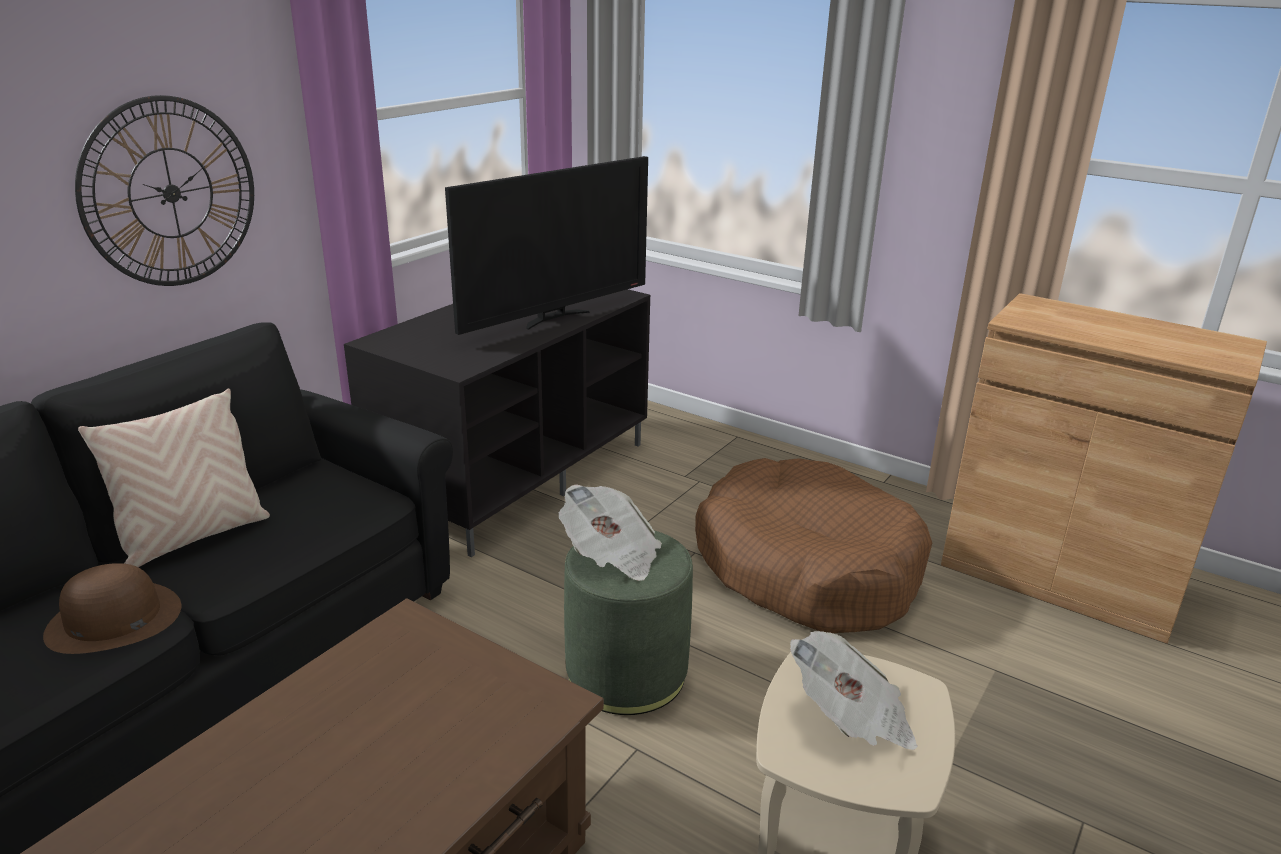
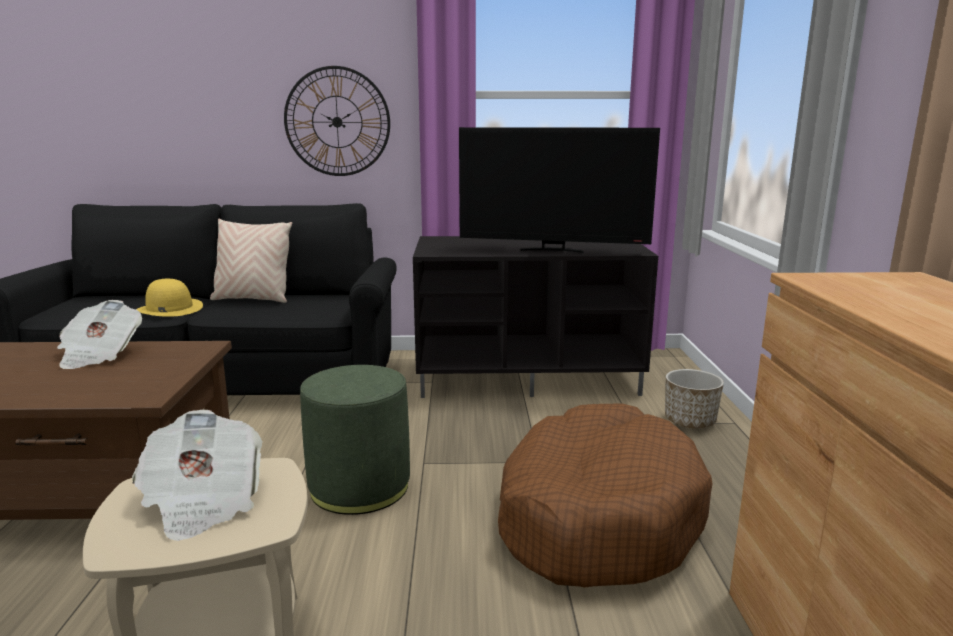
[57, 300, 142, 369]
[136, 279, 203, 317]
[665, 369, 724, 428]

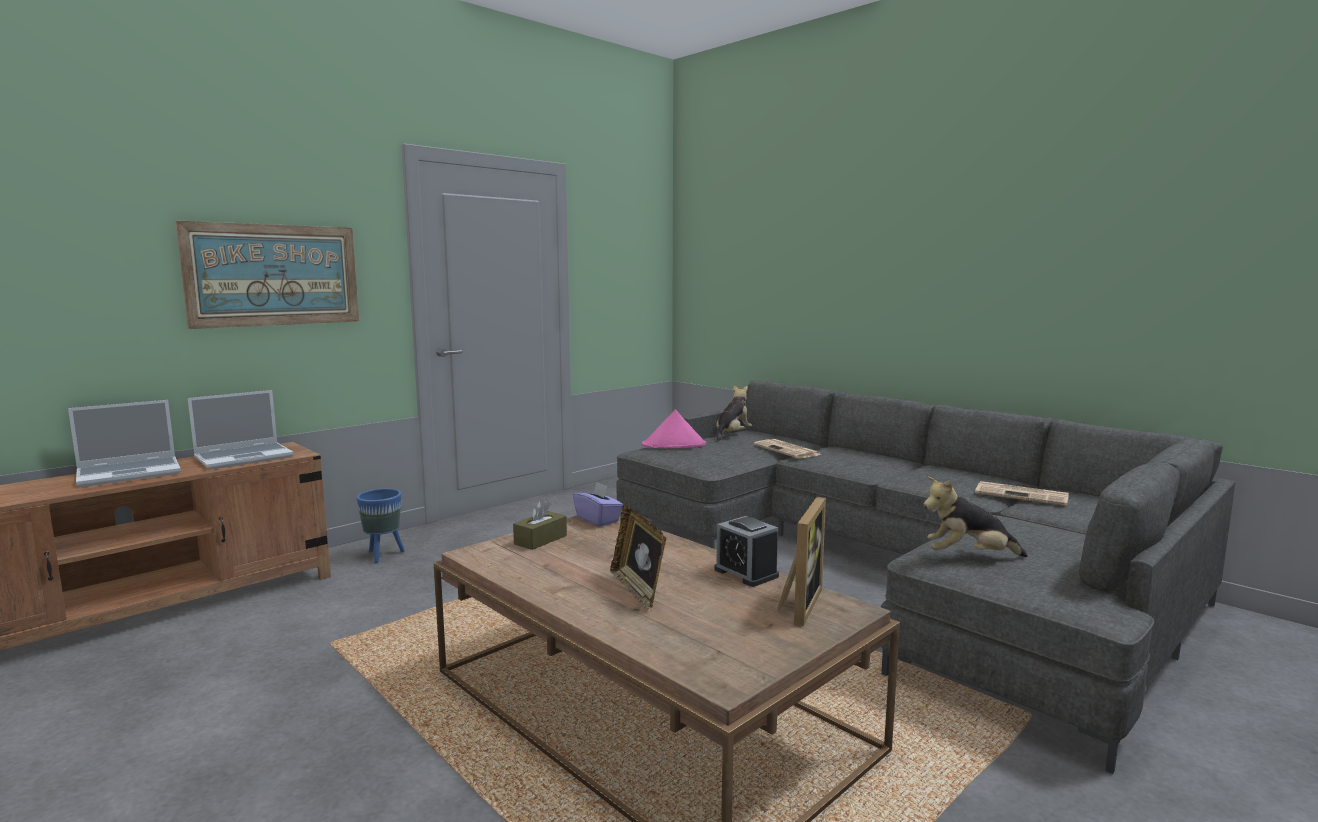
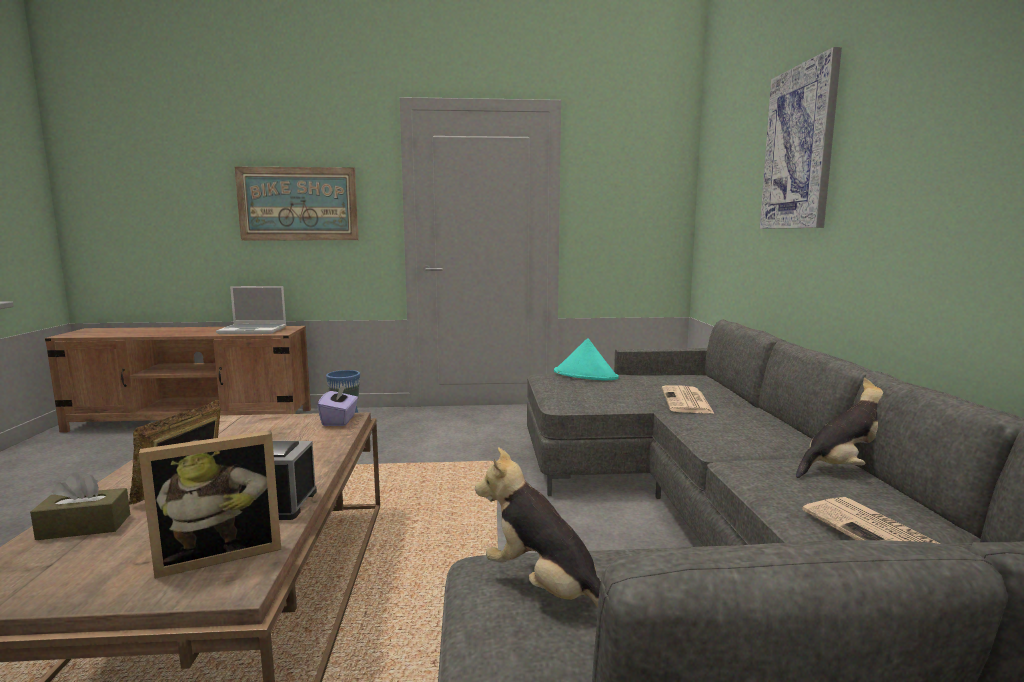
[30, 472, 130, 540]
[554, 338, 619, 381]
[760, 47, 842, 229]
[796, 377, 883, 478]
[68, 400, 181, 487] (first image)

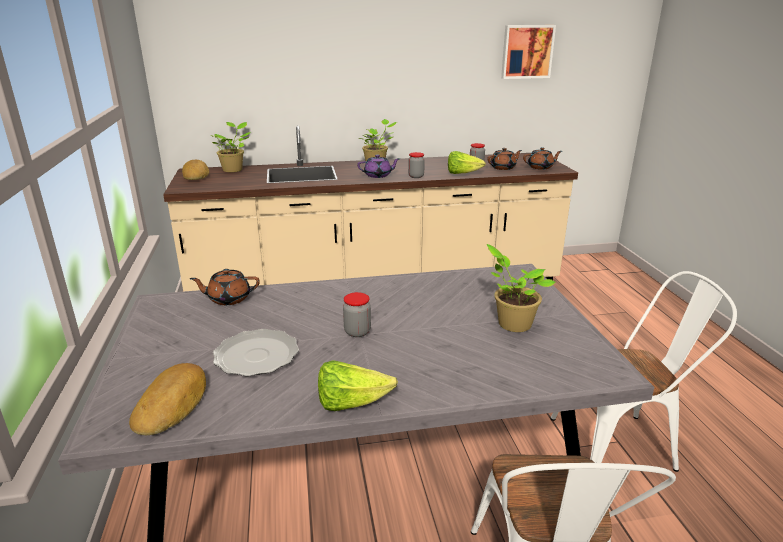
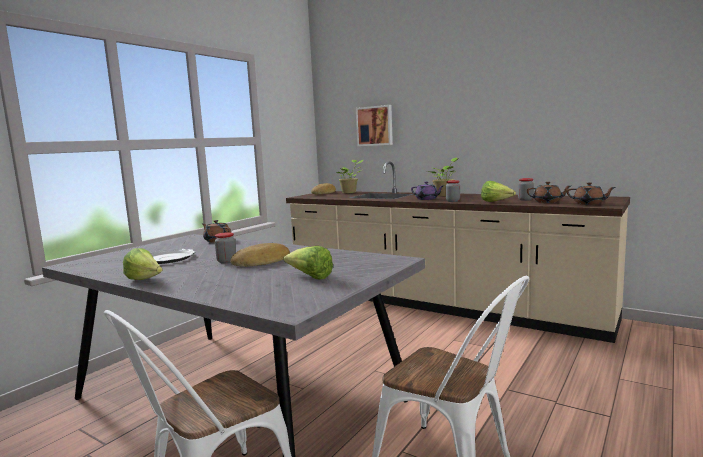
[230, 243, 290, 267]
[283, 246, 333, 279]
[356, 105, 393, 146]

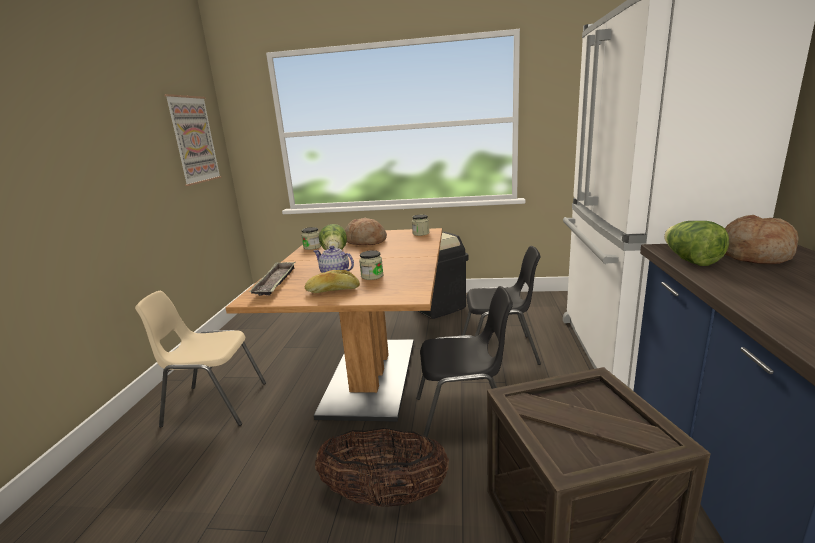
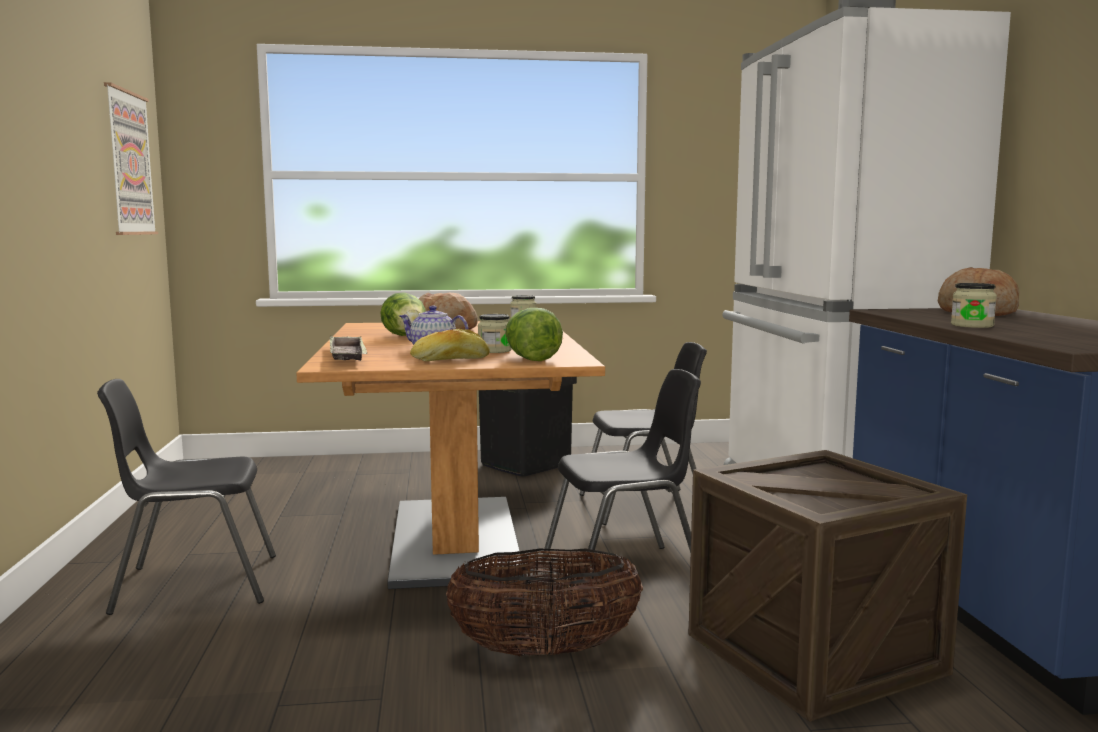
[97, 379, 276, 615]
[506, 308, 563, 361]
[951, 283, 997, 328]

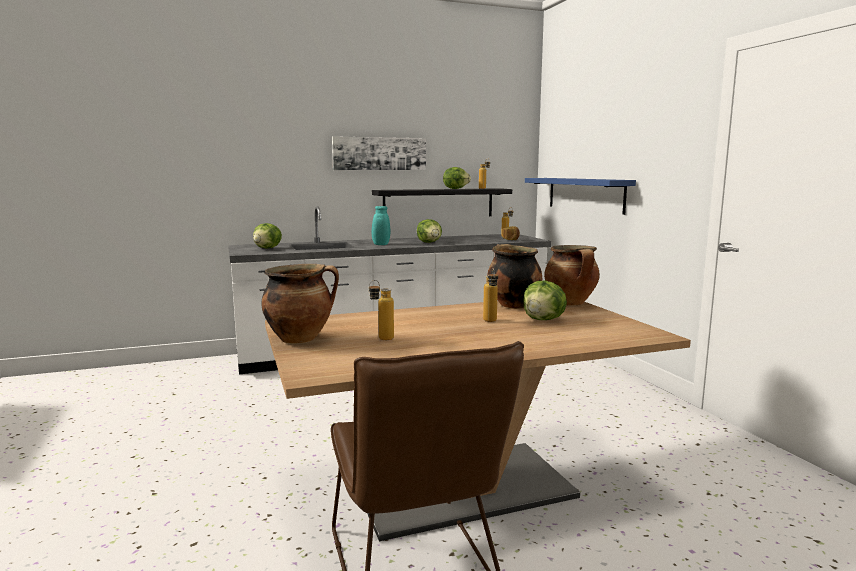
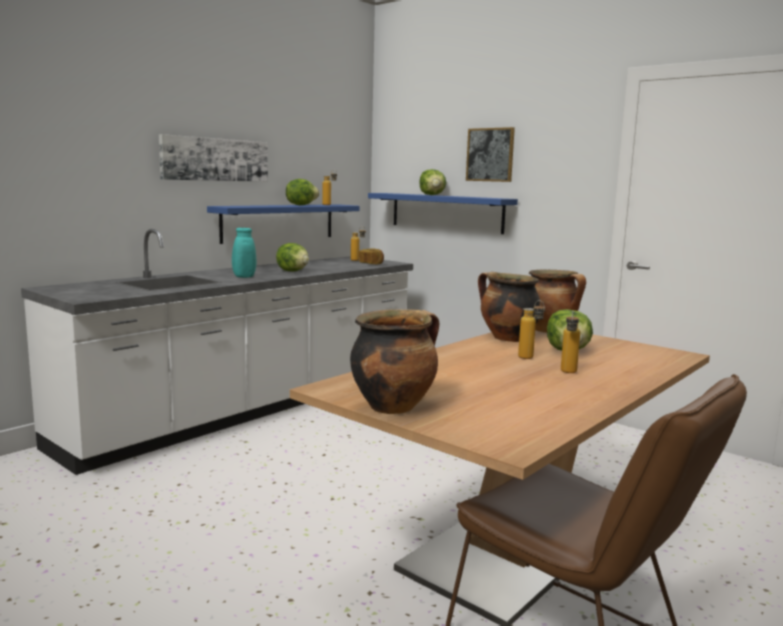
[207, 204, 359, 244]
[419, 169, 446, 195]
[466, 127, 515, 182]
[561, 310, 580, 373]

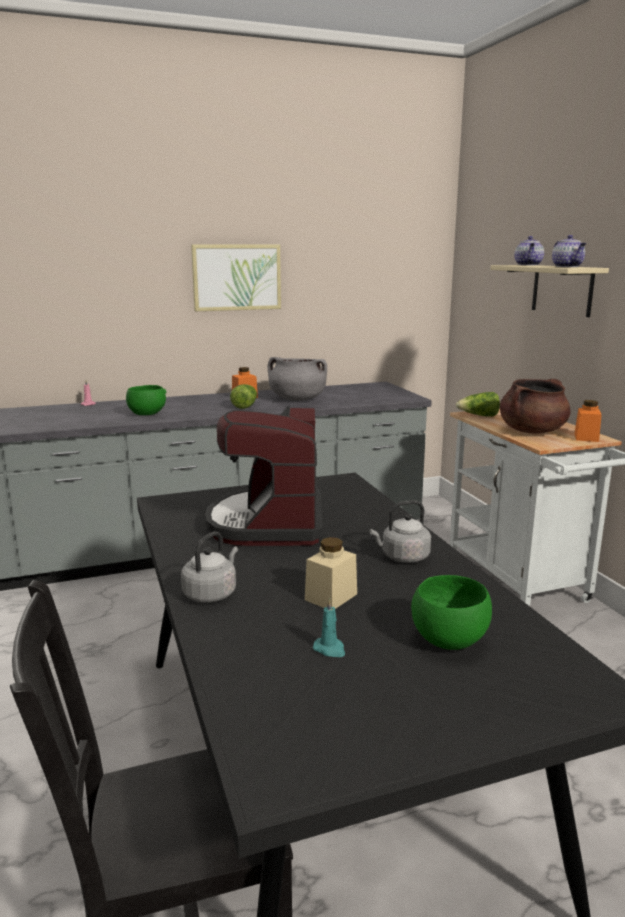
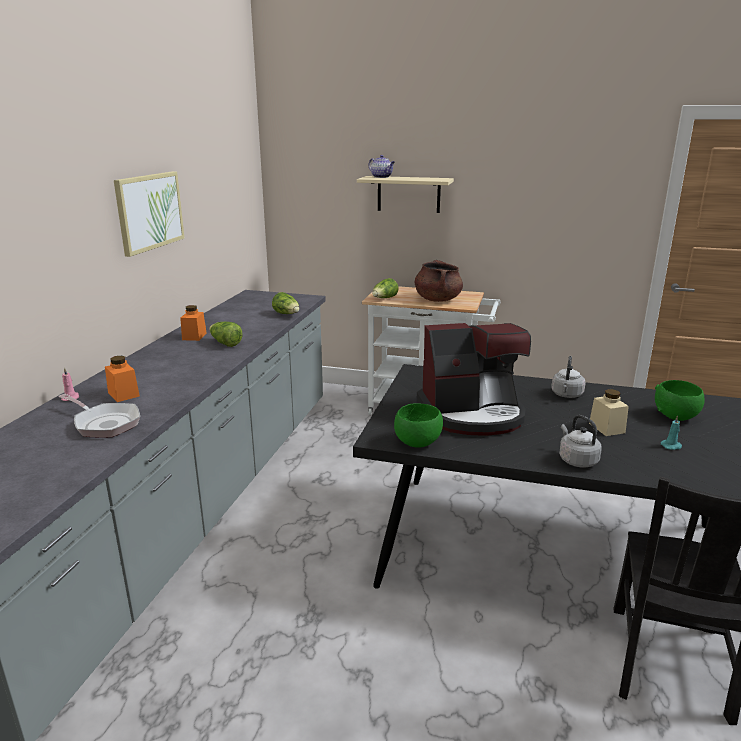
[59, 394, 140, 437]
[105, 356, 140, 402]
[272, 292, 299, 314]
[394, 403, 443, 448]
[417, 323, 531, 436]
[268, 357, 327, 401] (first image)
[552, 235, 586, 267] (first image)

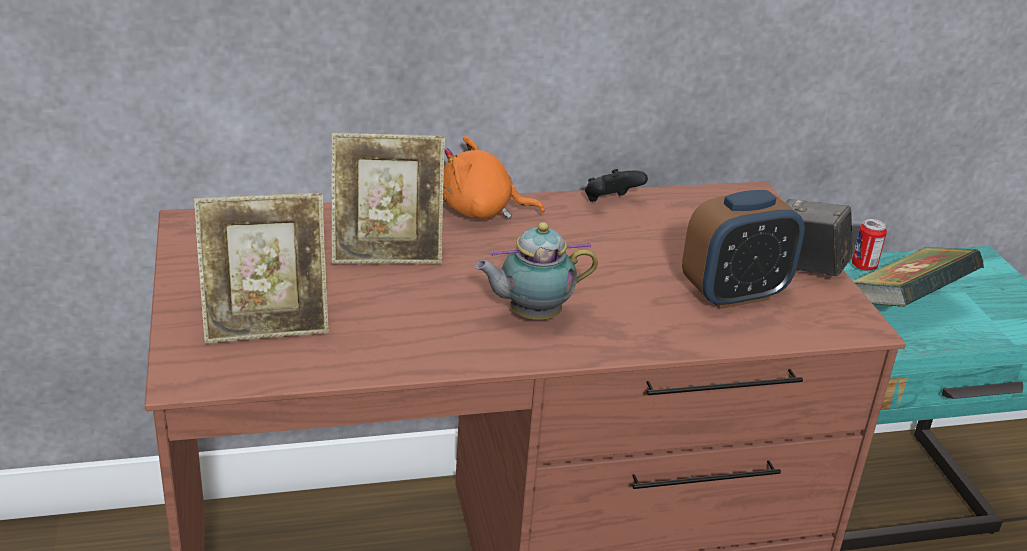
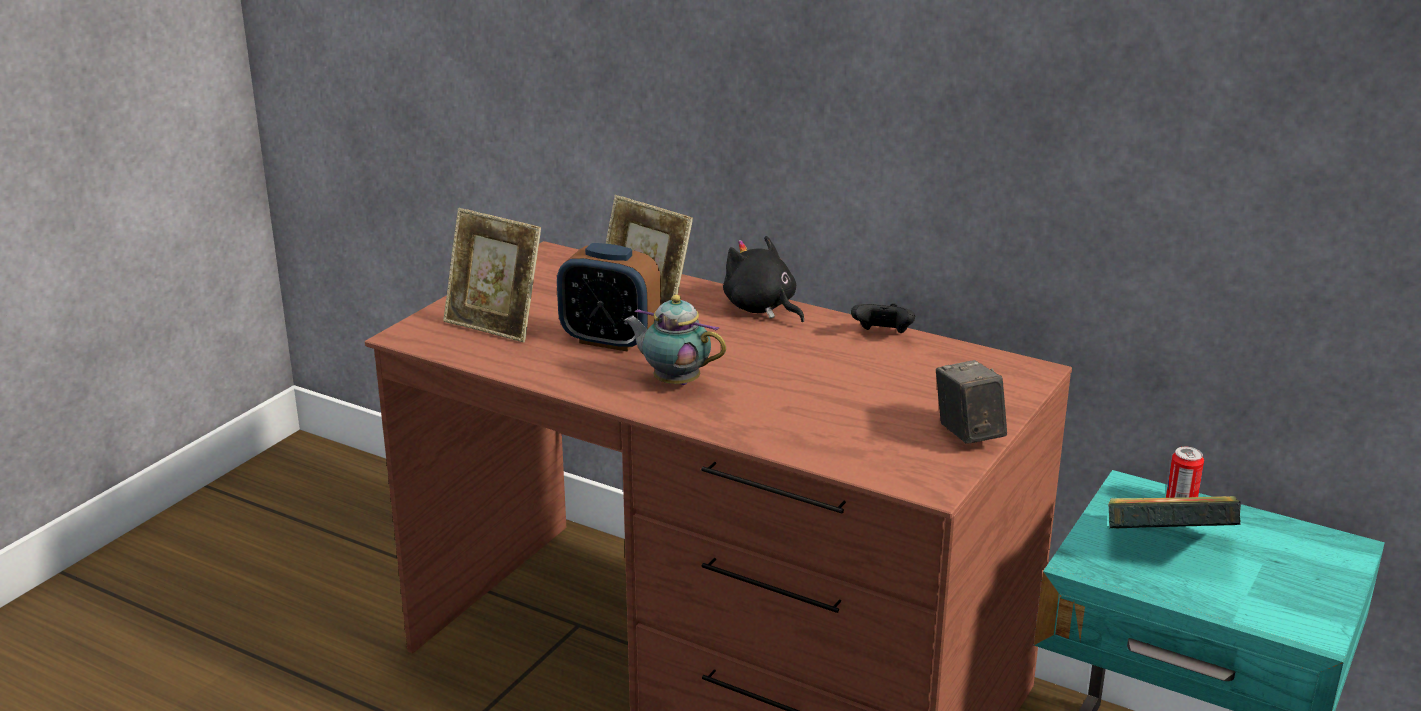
[557, 243, 661, 352]
[723, 236, 804, 322]

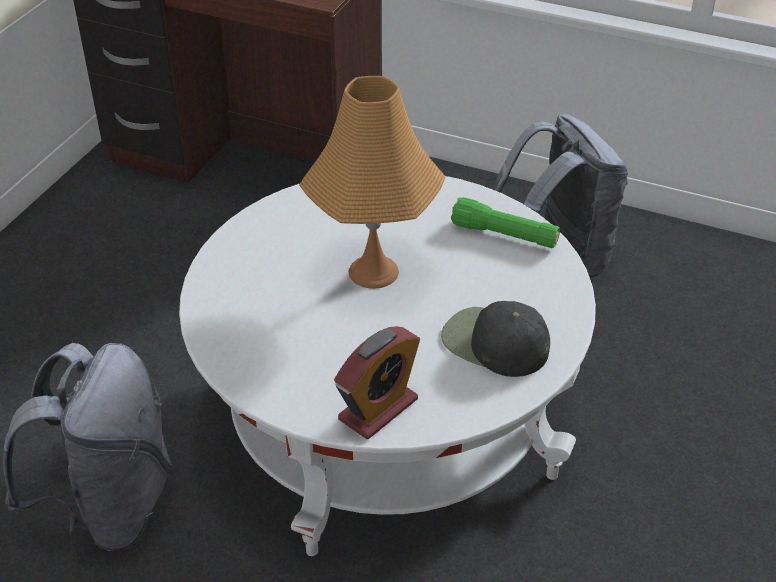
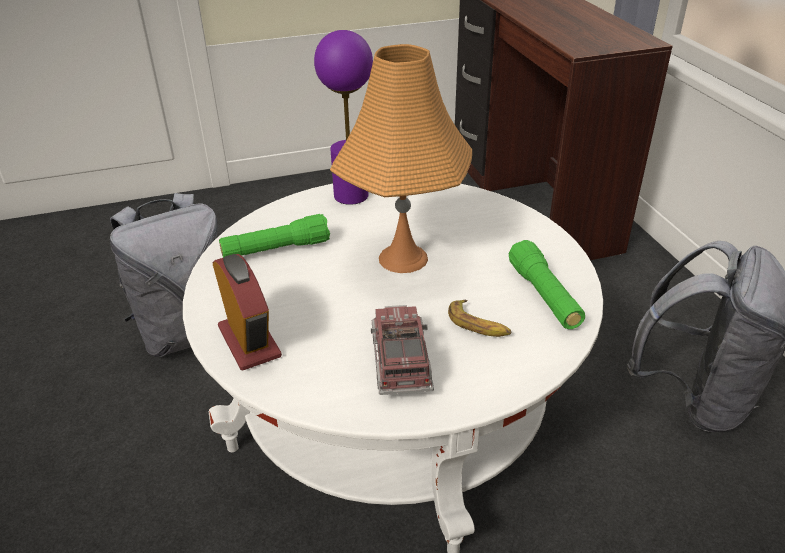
[213, 254, 282, 371]
[219, 214, 330, 257]
[314, 30, 373, 205]
[371, 305, 434, 395]
[448, 300, 511, 337]

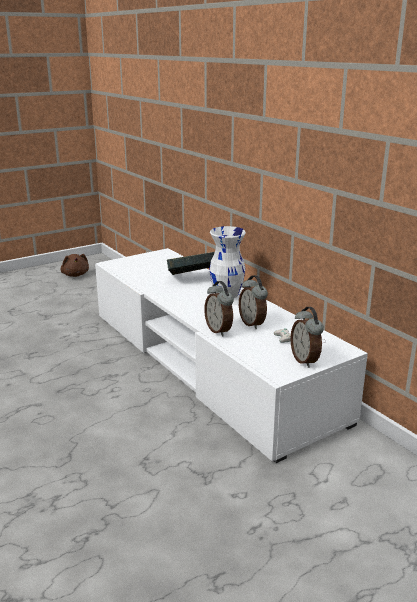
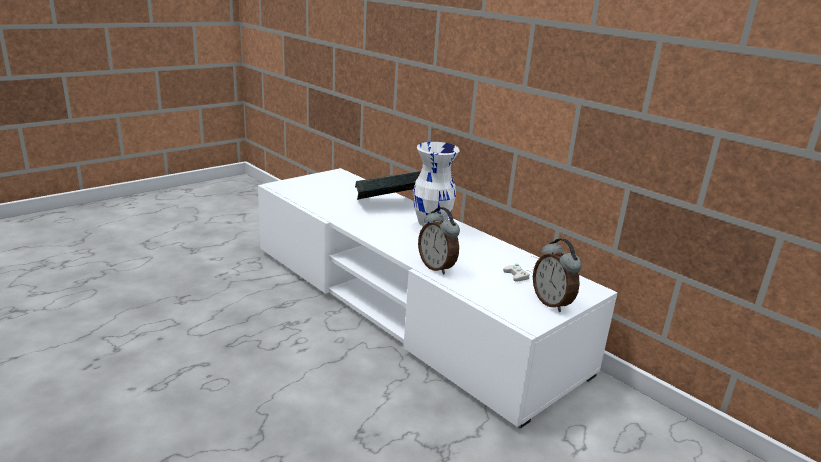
[60, 254, 89, 277] (first image)
[239, 275, 268, 329] (first image)

